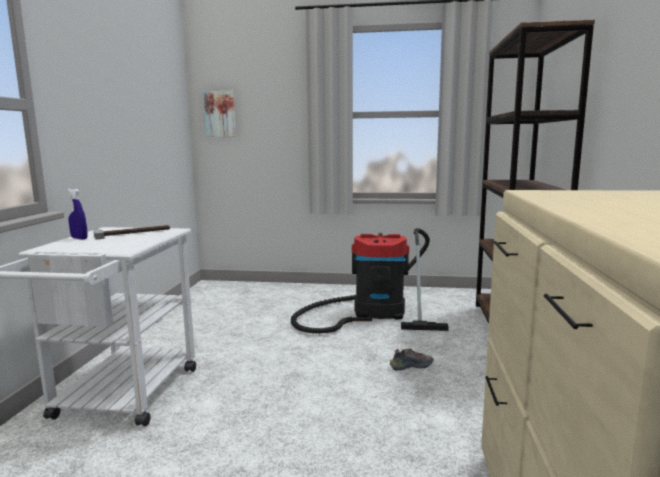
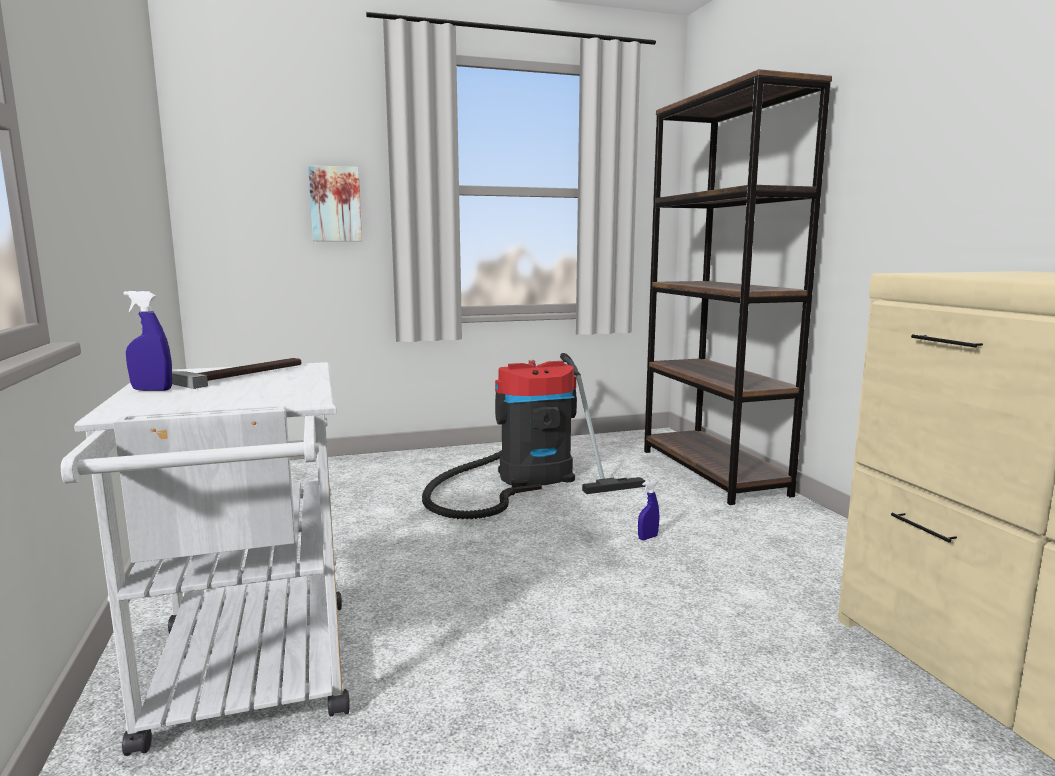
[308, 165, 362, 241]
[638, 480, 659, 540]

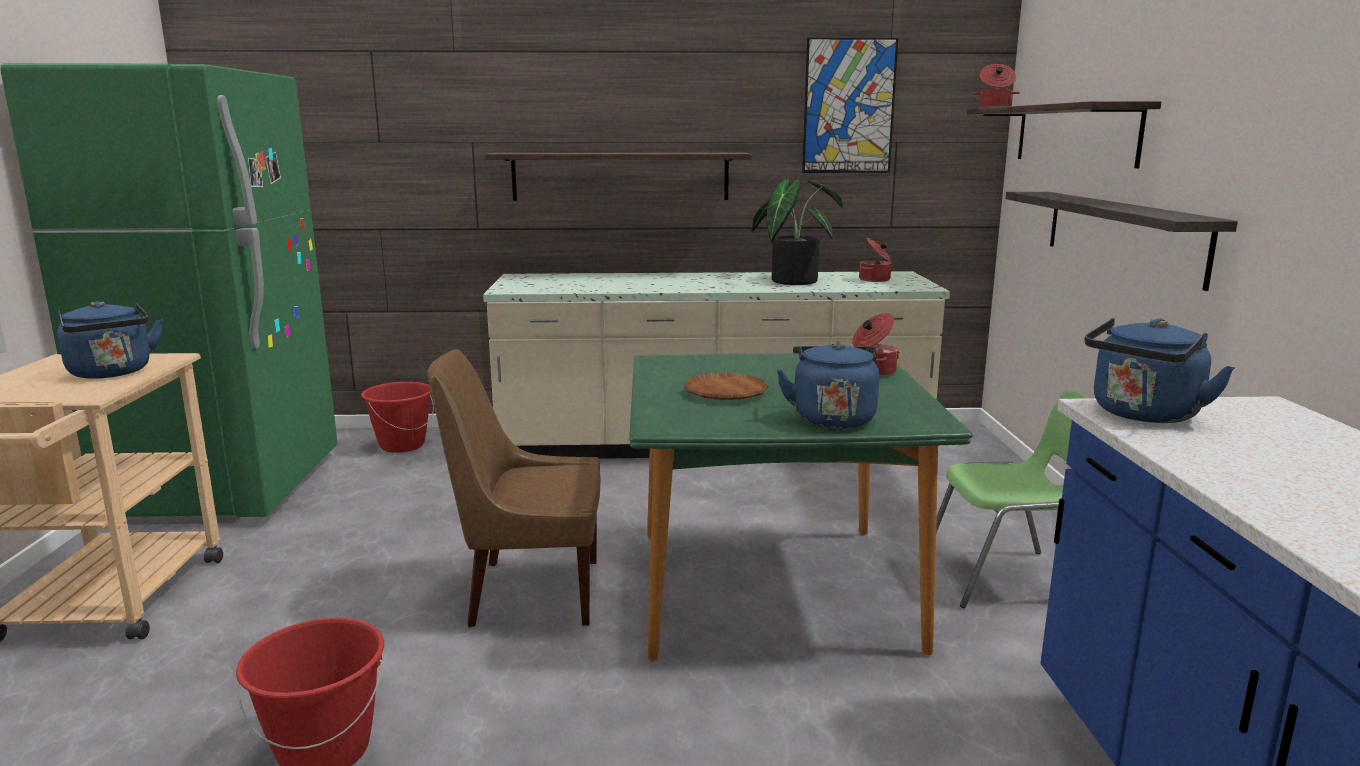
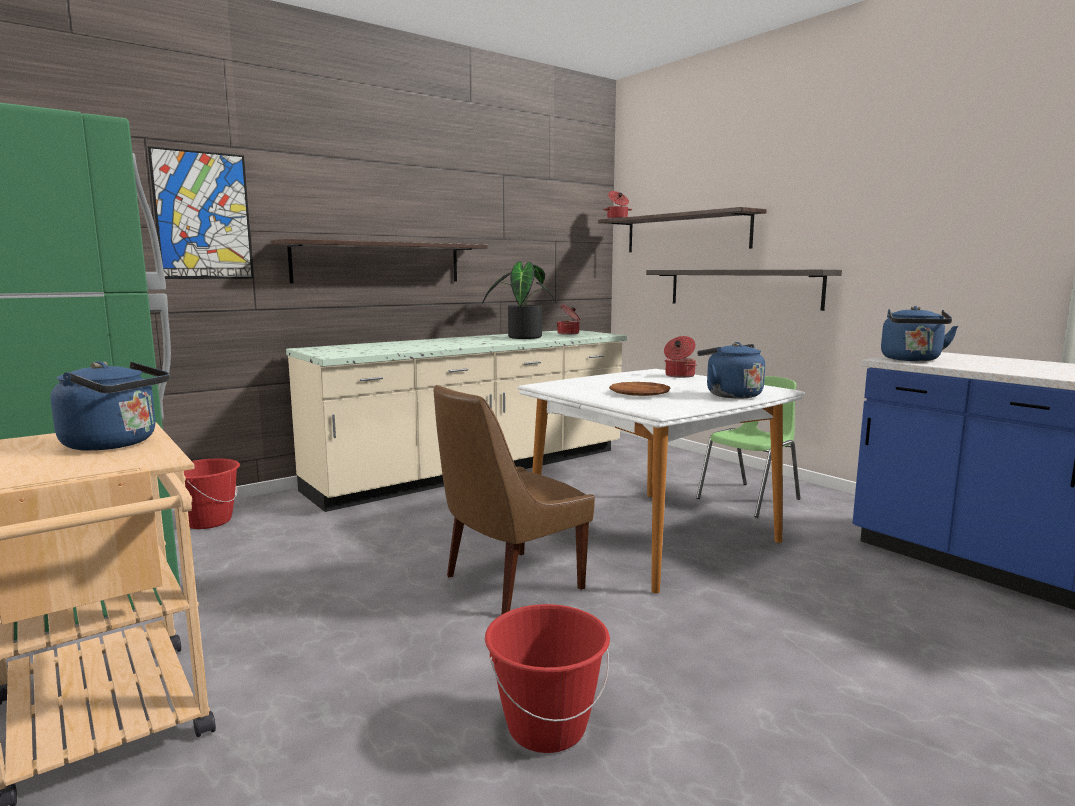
[148, 146, 254, 279]
[517, 369, 805, 594]

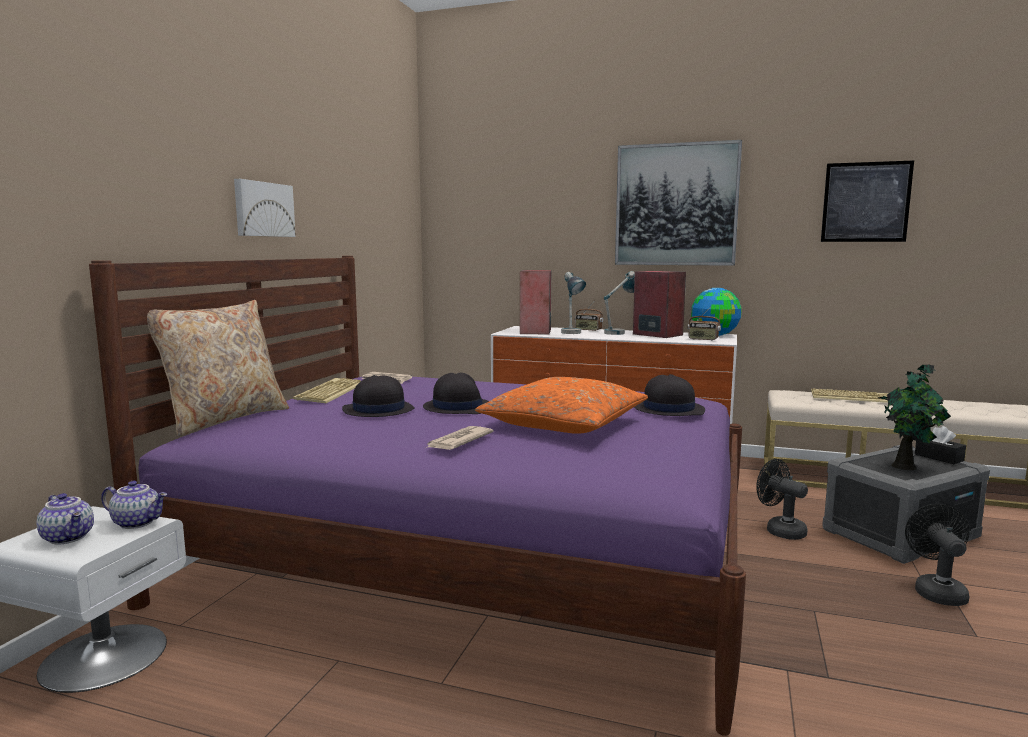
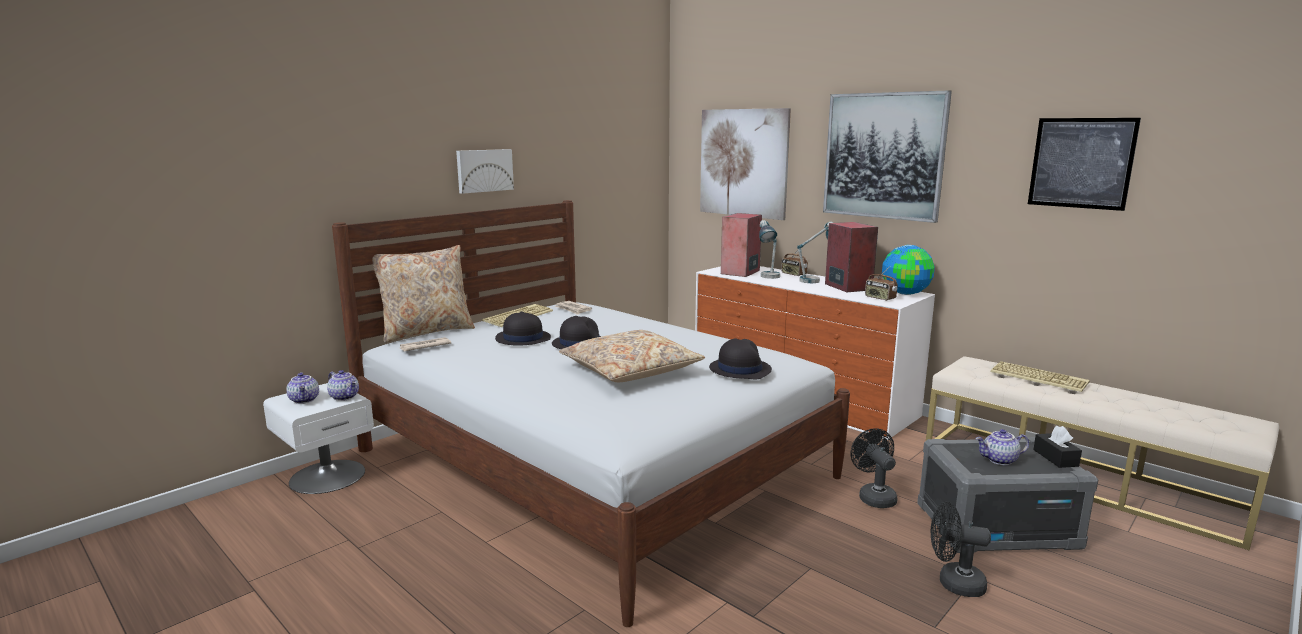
[332, 200, 850, 627]
[400, 337, 451, 351]
[559, 330, 705, 382]
[700, 108, 791, 220]
[931, 502, 991, 597]
[975, 429, 1029, 465]

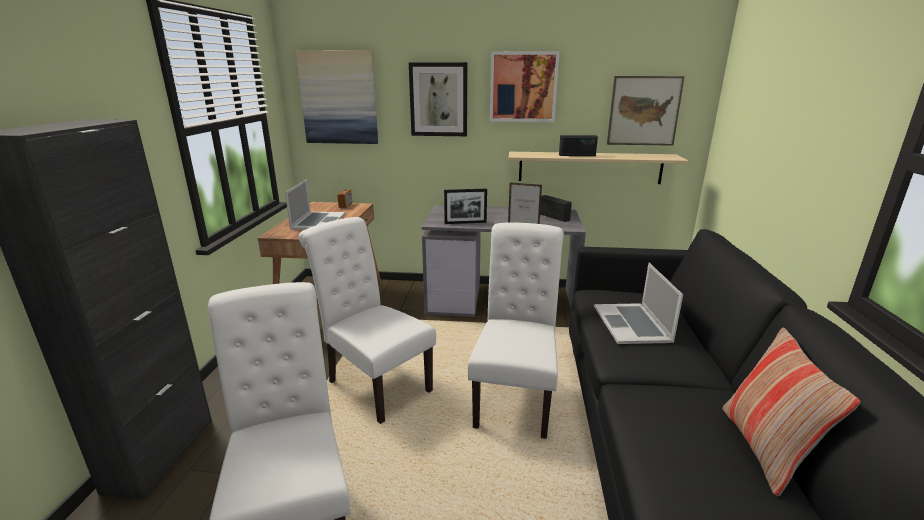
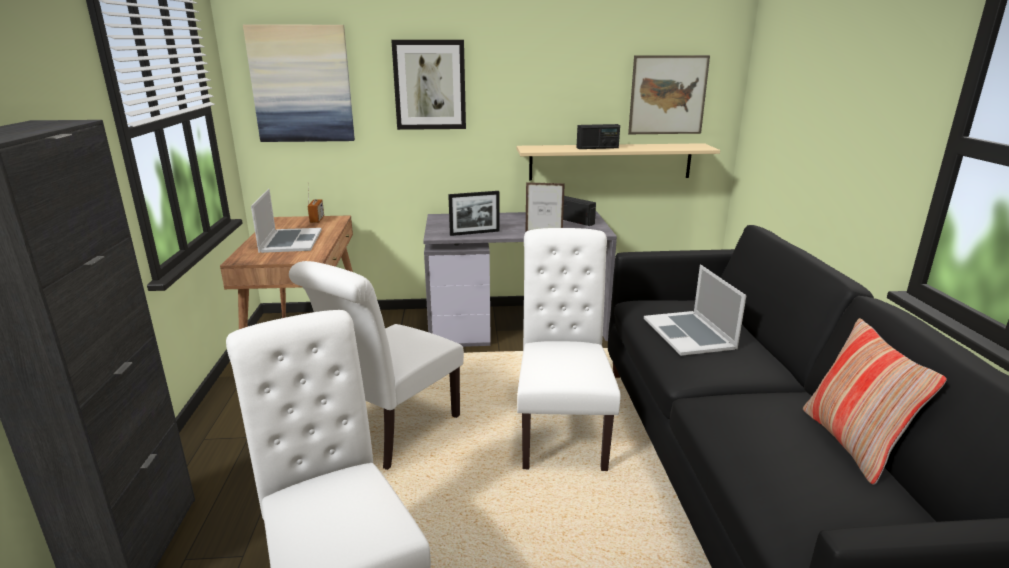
[289, 261, 464, 470]
[490, 51, 560, 122] (first image)

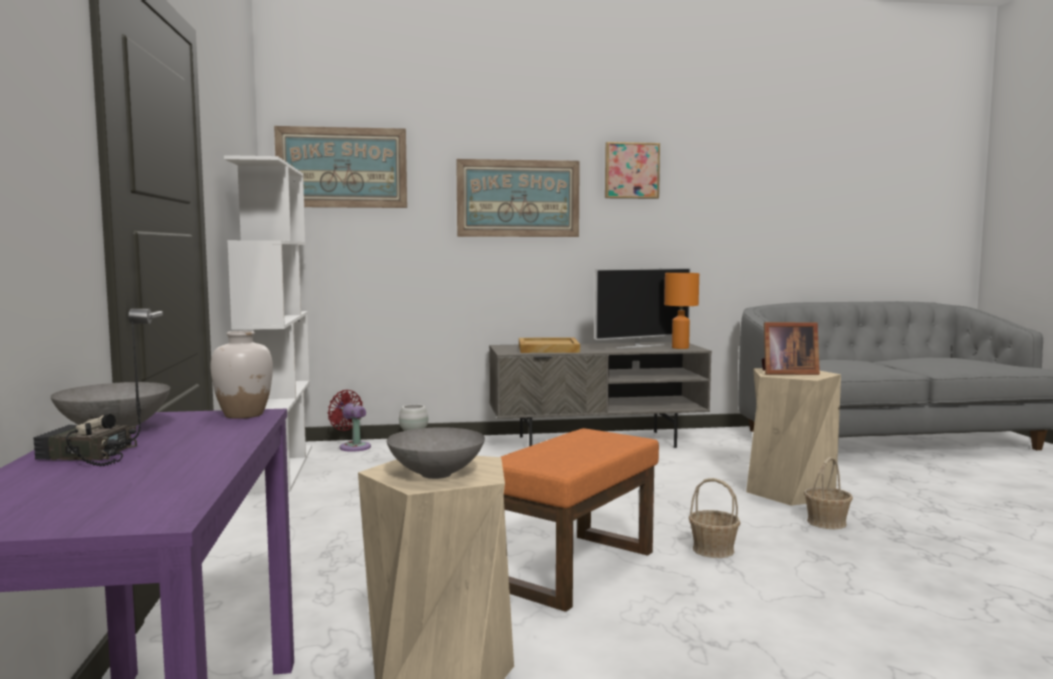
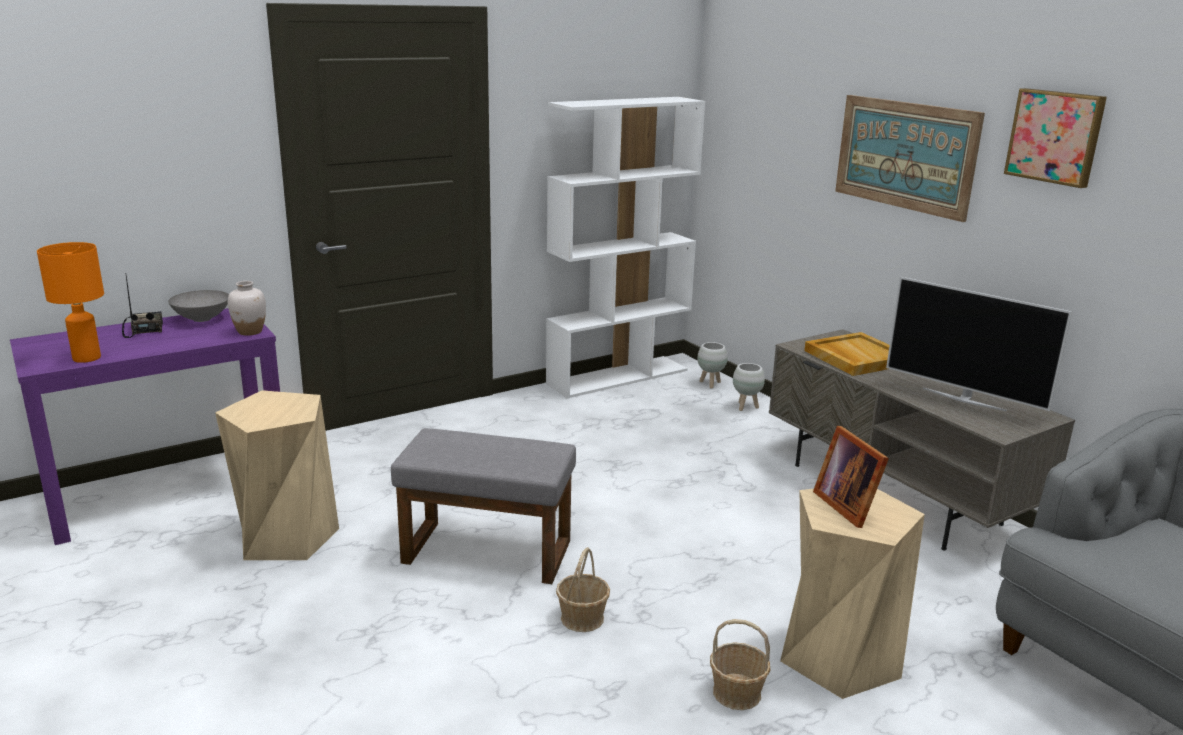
[37, 242, 104, 363]
[391, 428, 576, 584]
[697, 342, 728, 389]
[274, 126, 407, 208] (first image)
[387, 427, 485, 479] (first image)

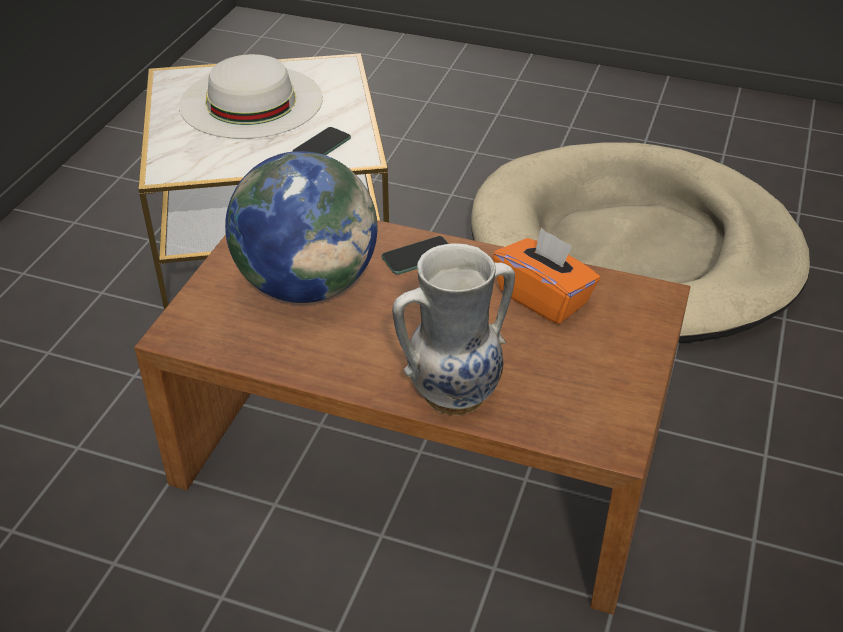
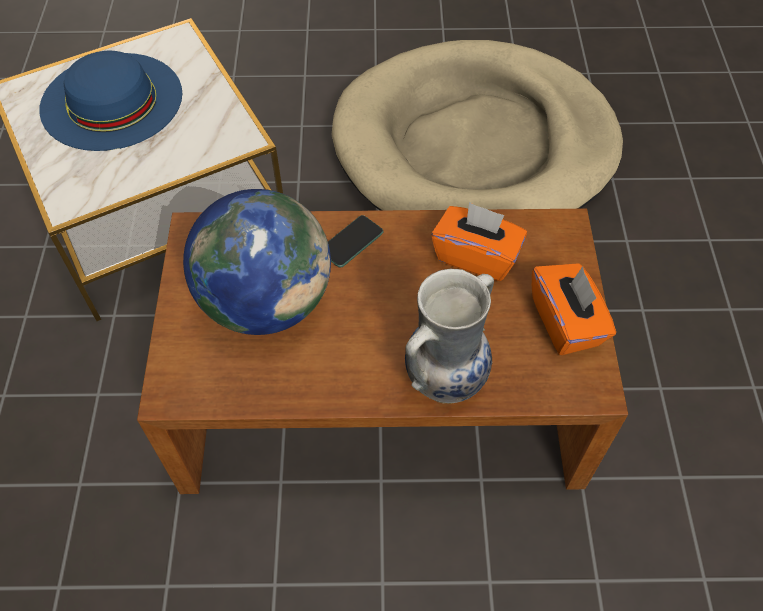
[39, 51, 182, 151]
[532, 263, 616, 355]
[292, 127, 351, 155] (first image)

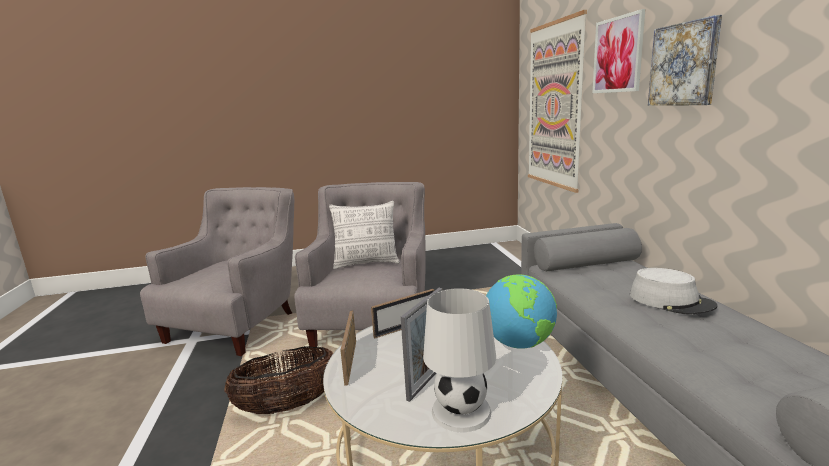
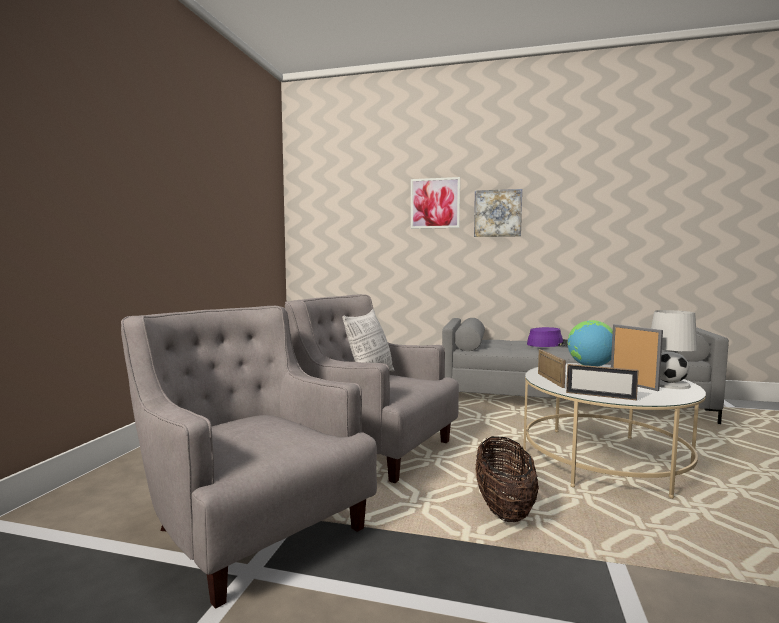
[527, 327, 568, 347]
[528, 10, 587, 193] (first image)

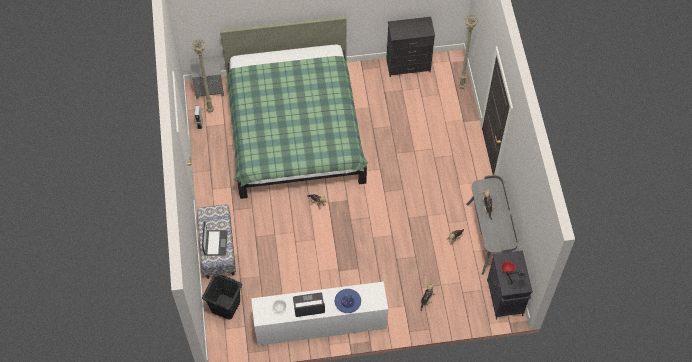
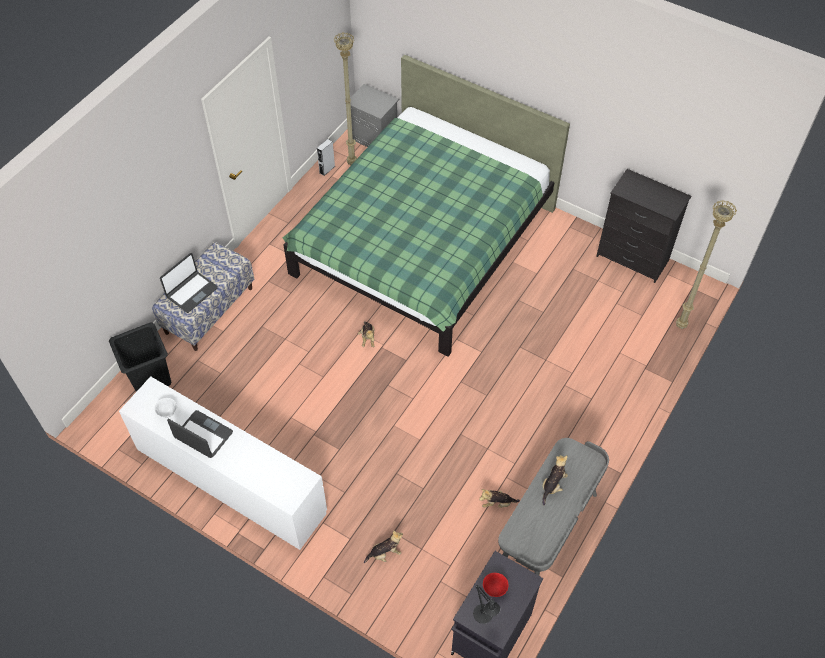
[335, 289, 361, 313] (first image)

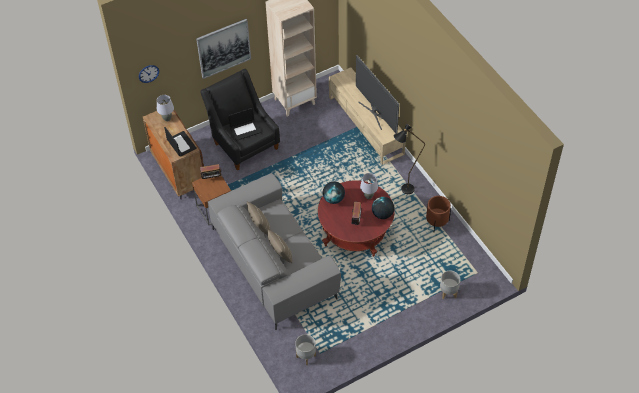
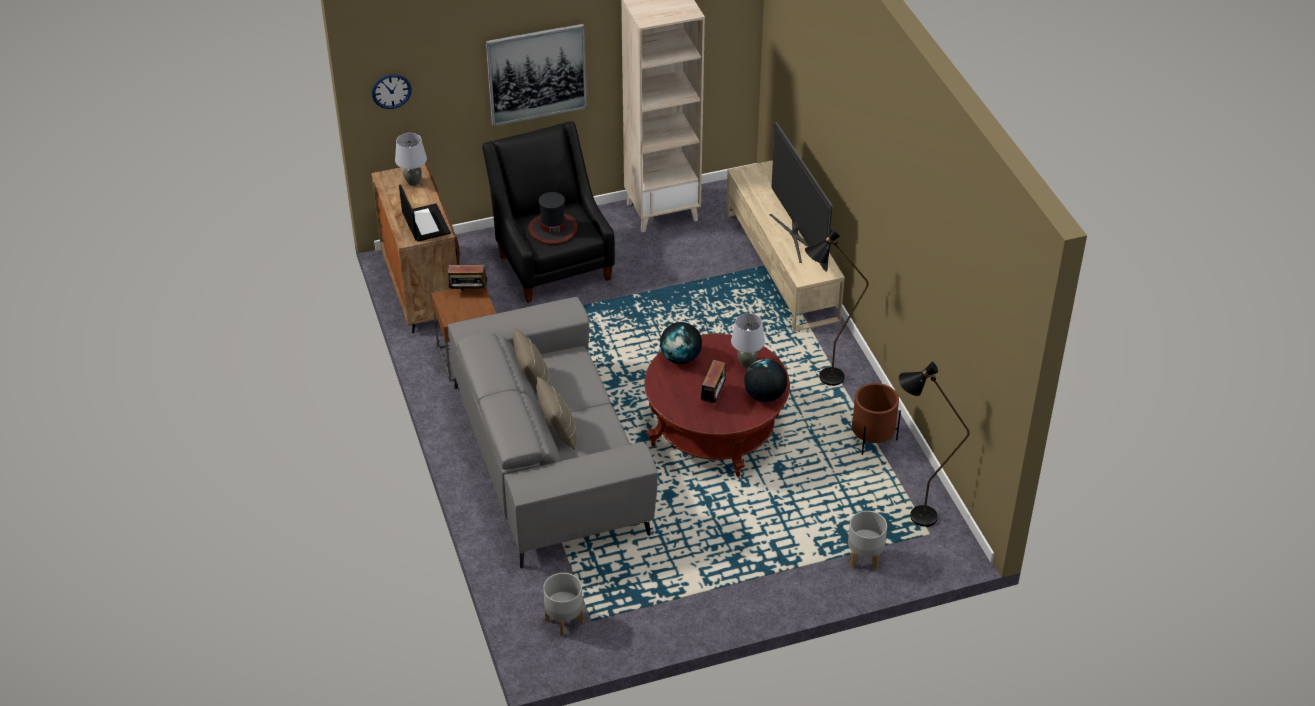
[528, 192, 578, 245]
[898, 361, 970, 527]

